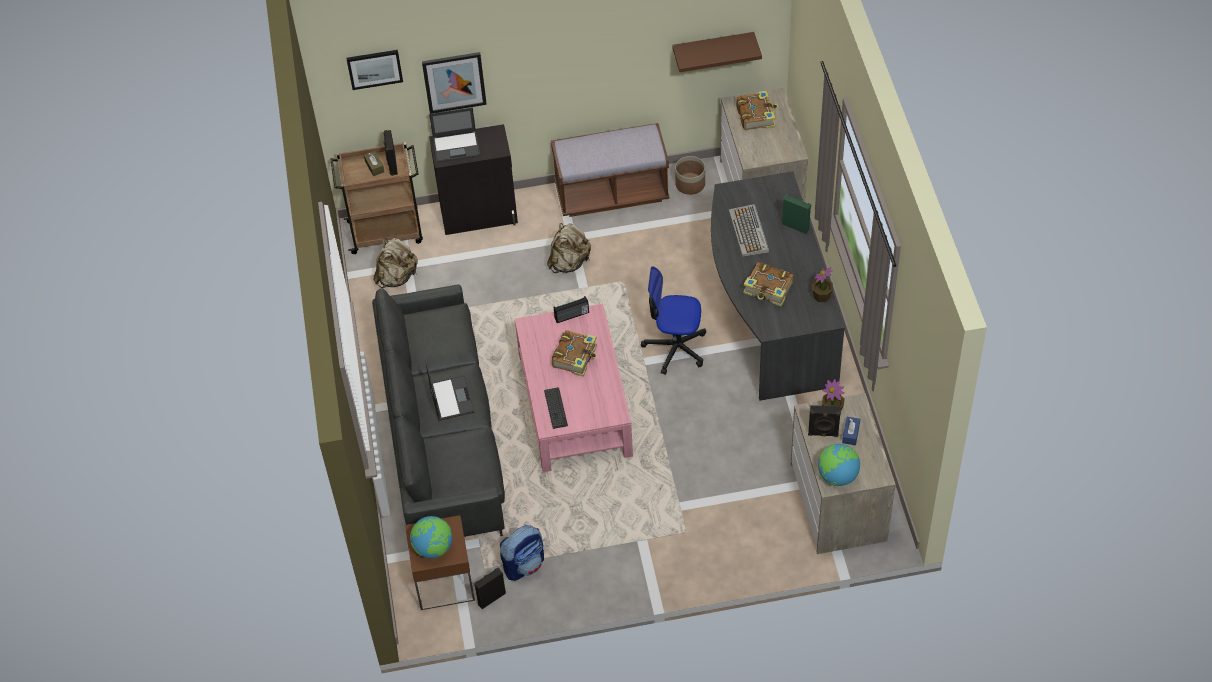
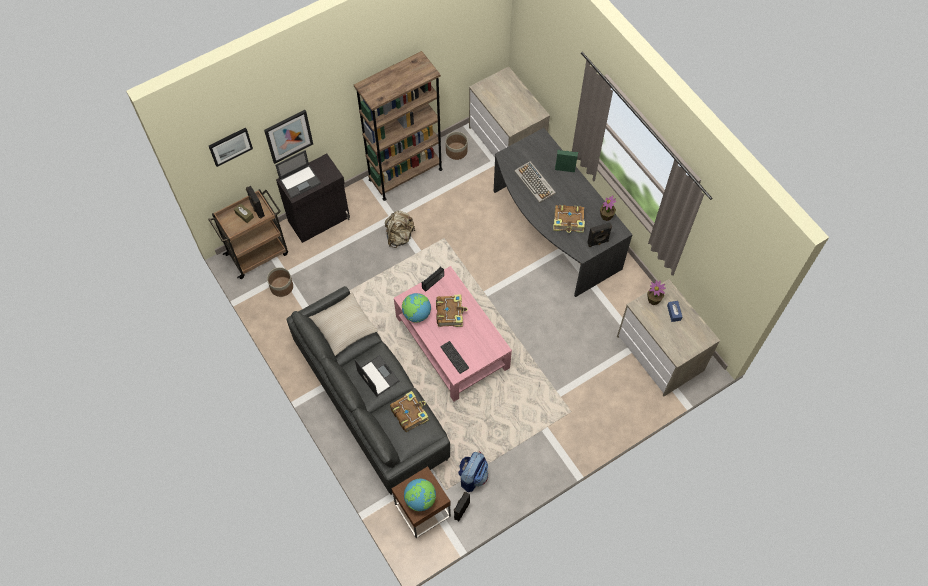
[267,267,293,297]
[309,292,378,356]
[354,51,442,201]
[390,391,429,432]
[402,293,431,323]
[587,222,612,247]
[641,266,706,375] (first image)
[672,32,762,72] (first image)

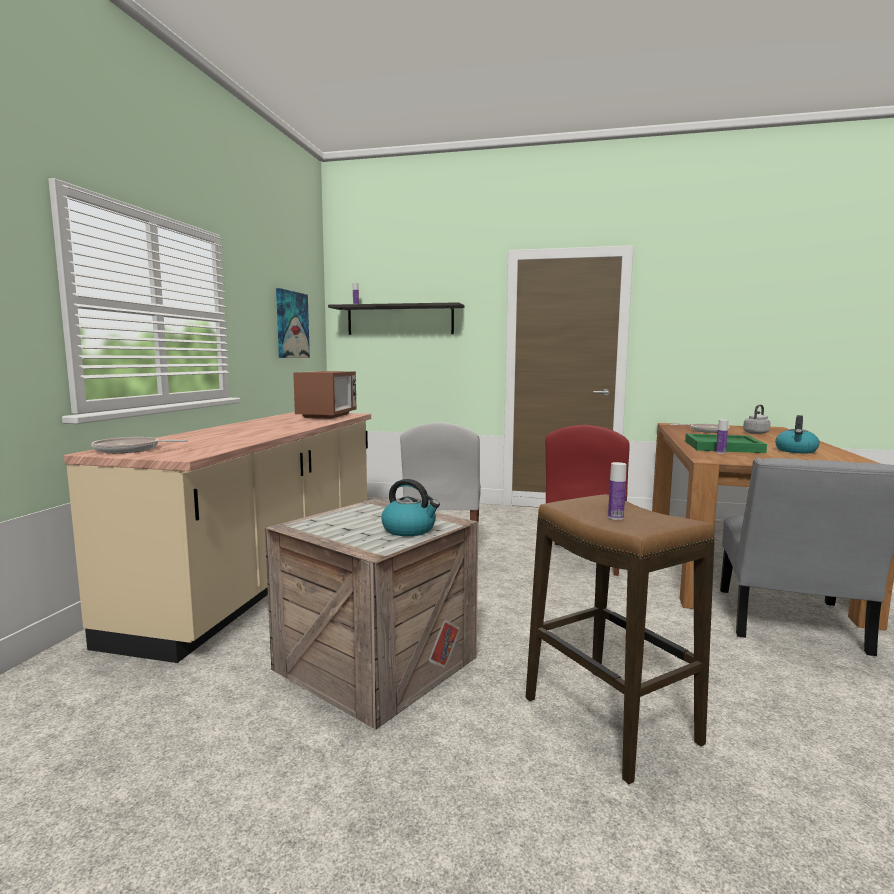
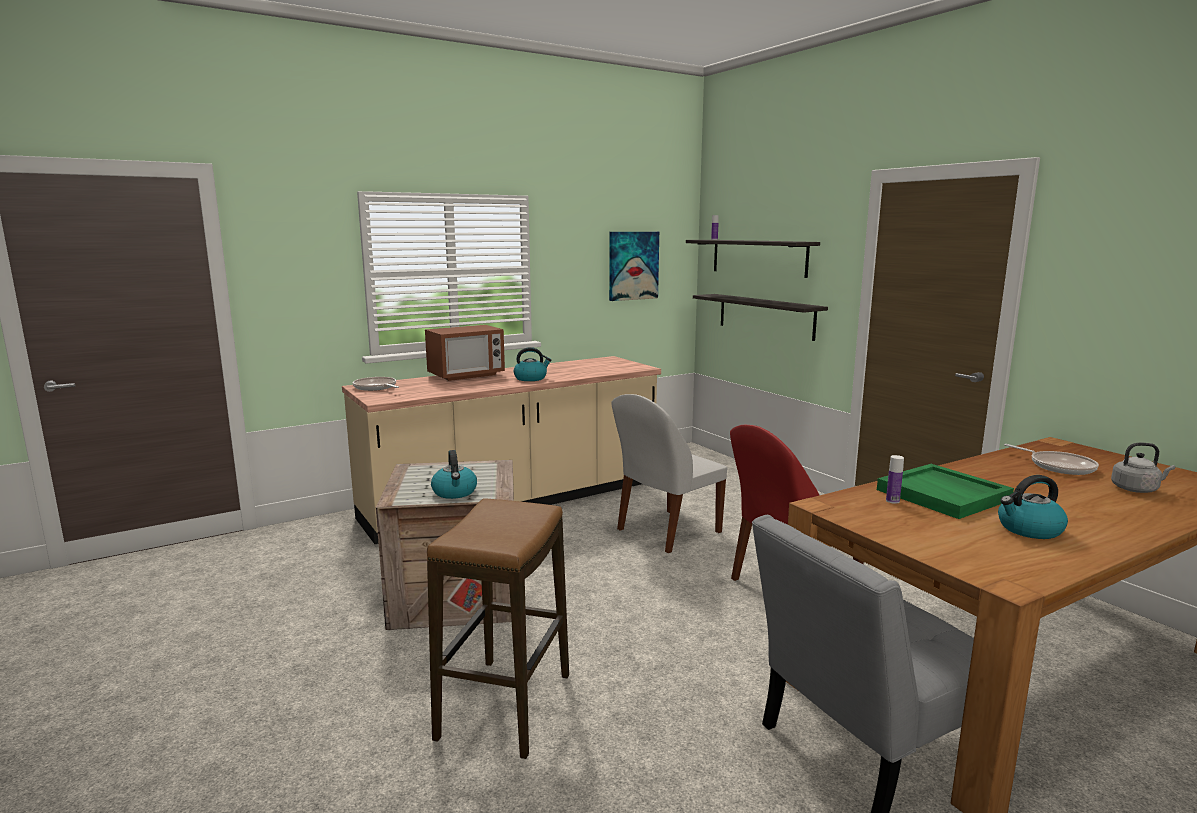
[425,325,505,381]
[514,347,551,381]
[693,294,828,341]
[608,462,627,520] (first image)

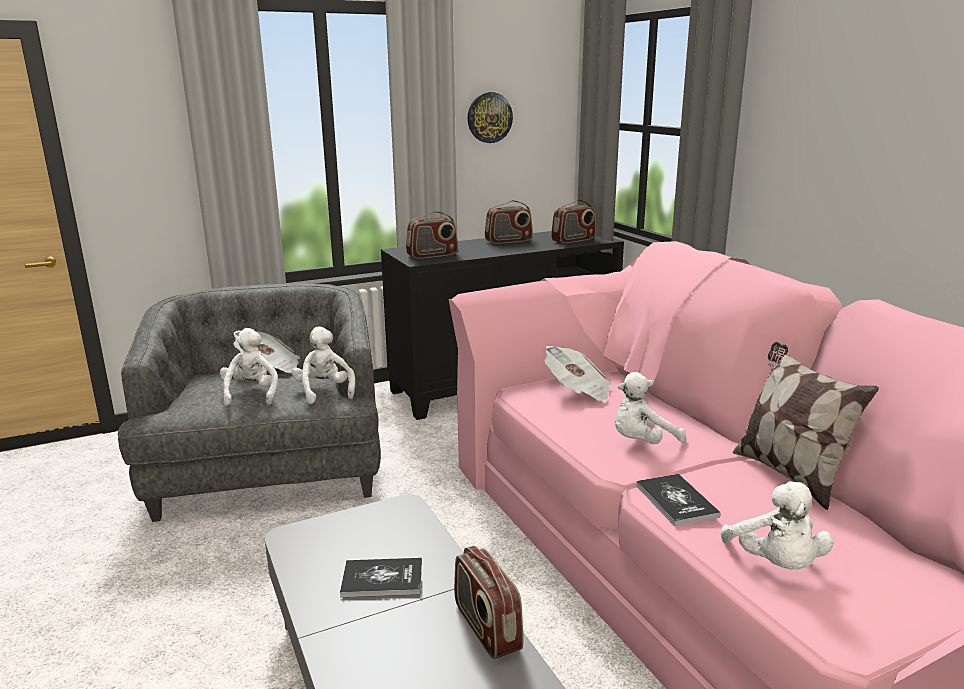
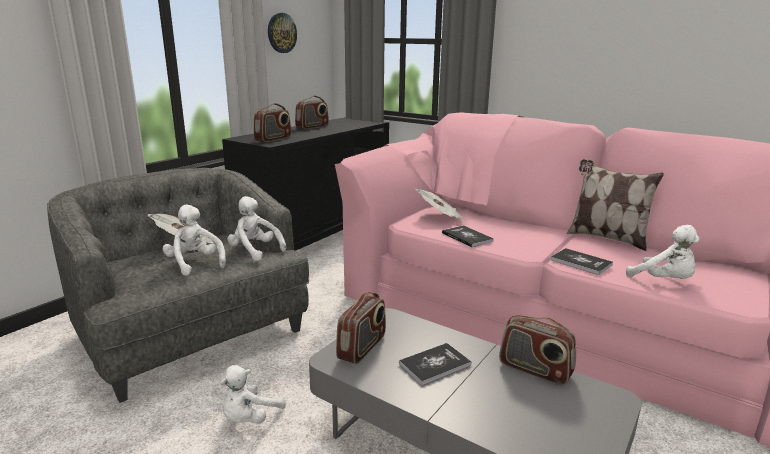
[220,365,286,424]
[336,292,386,364]
[442,225,494,247]

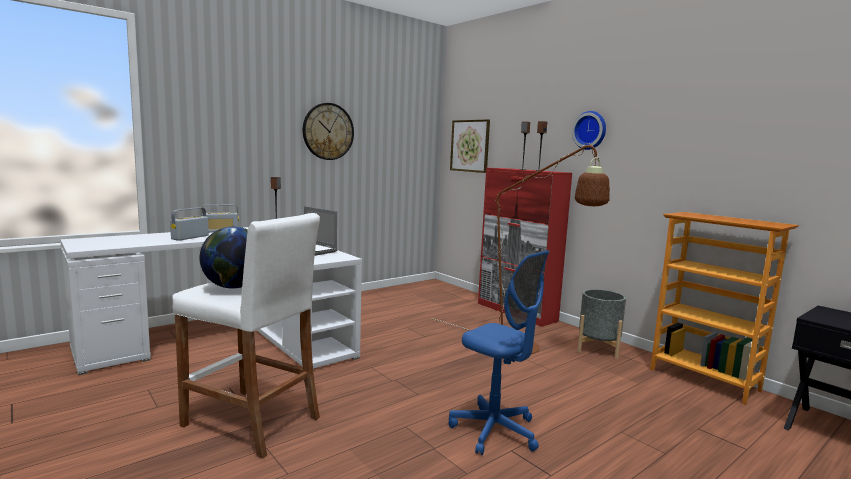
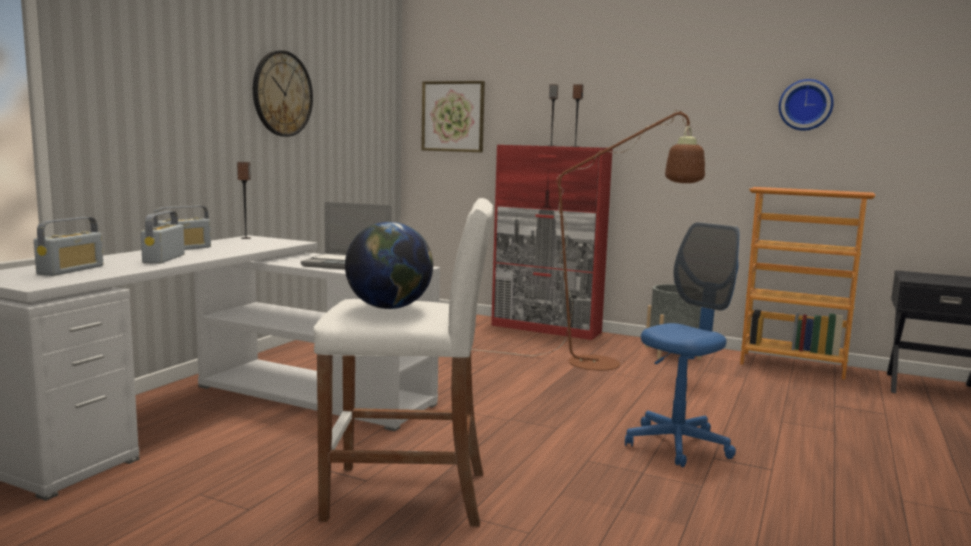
[34,217,103,276]
[625,222,739,467]
[779,79,834,131]

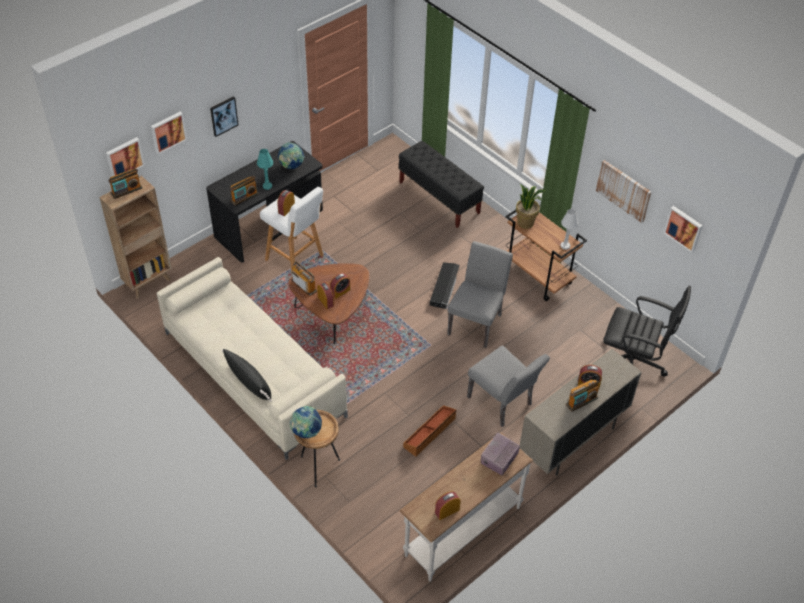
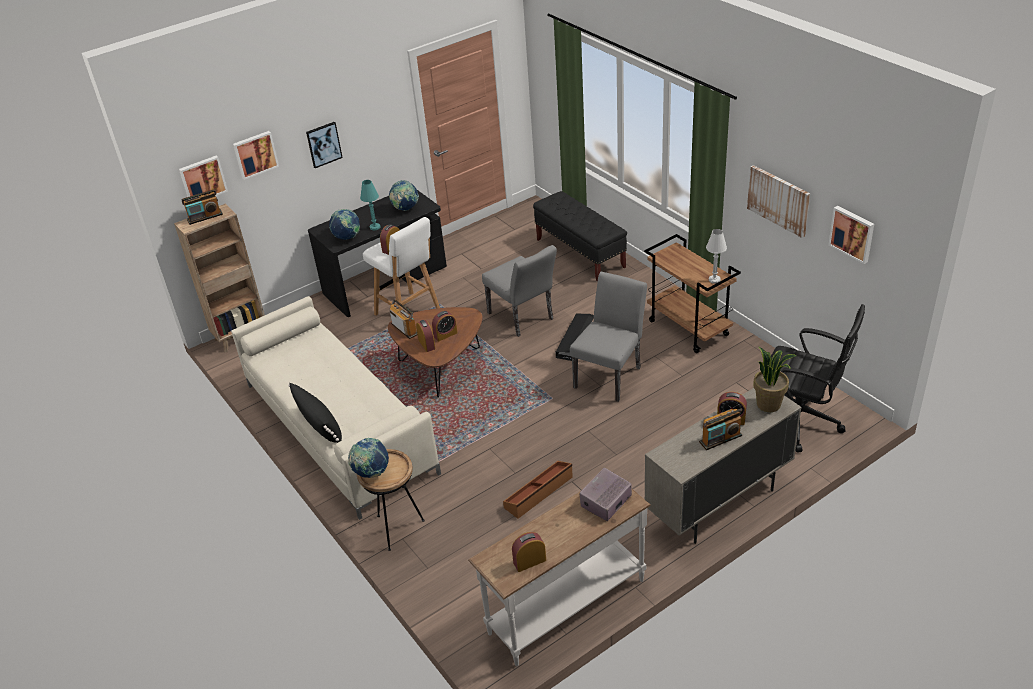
[329,209,360,240]
[482,245,557,337]
[753,347,797,412]

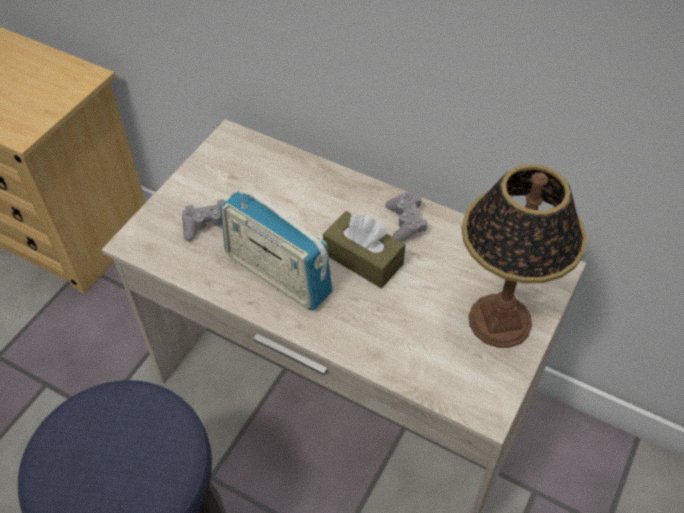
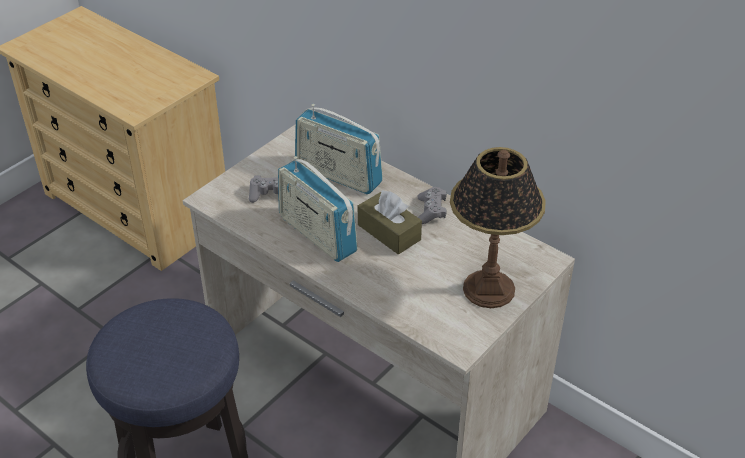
[295,104,383,194]

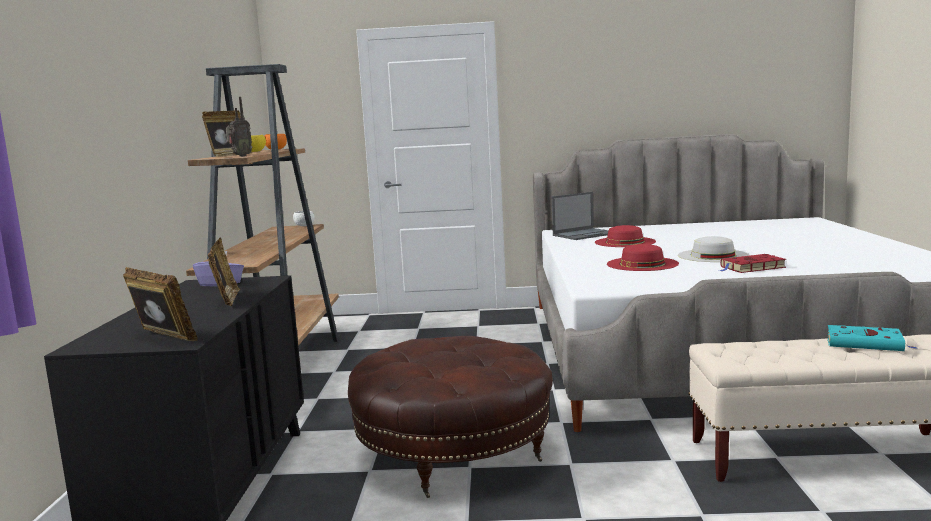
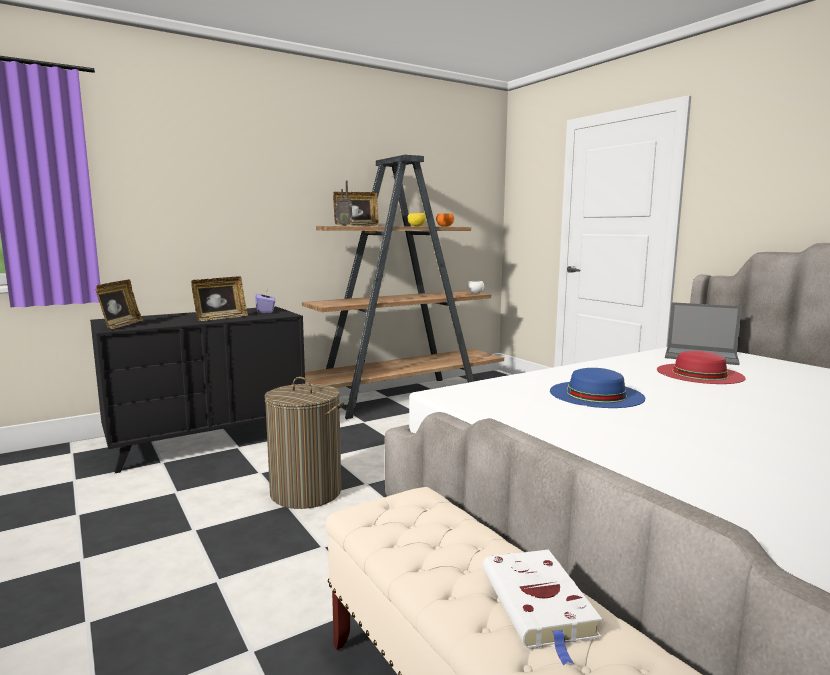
[265,377,344,509]
[483,549,602,665]
[550,368,645,408]
[678,236,750,262] (first image)
[719,254,786,273] (first image)

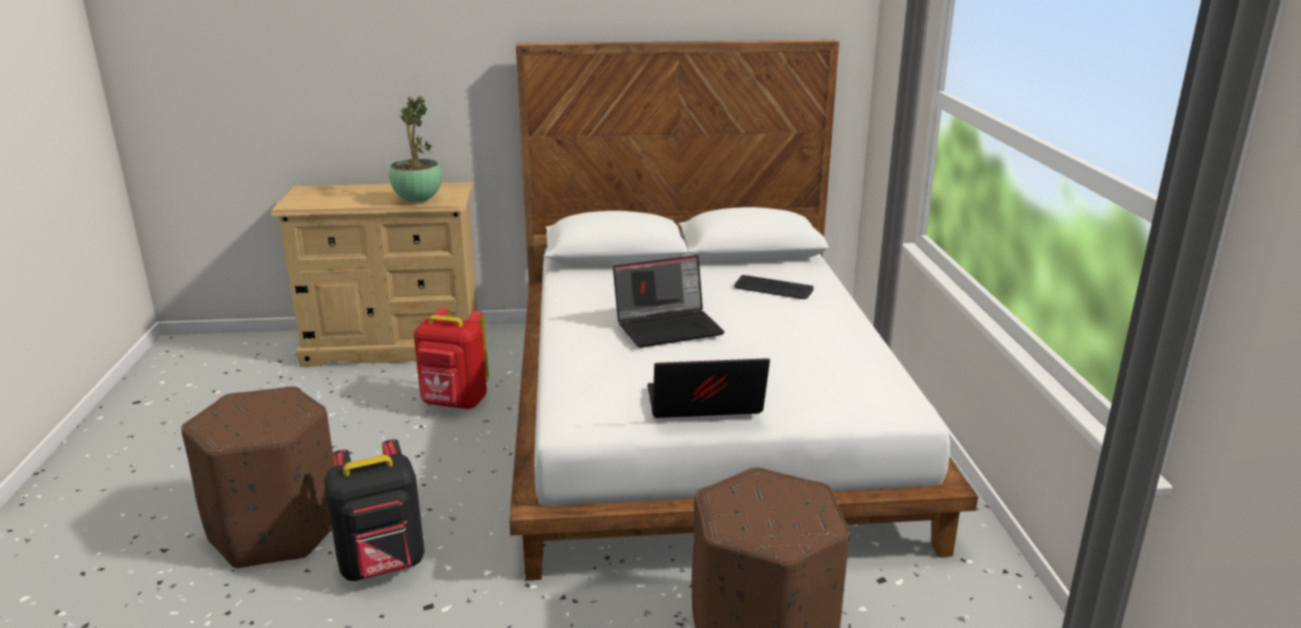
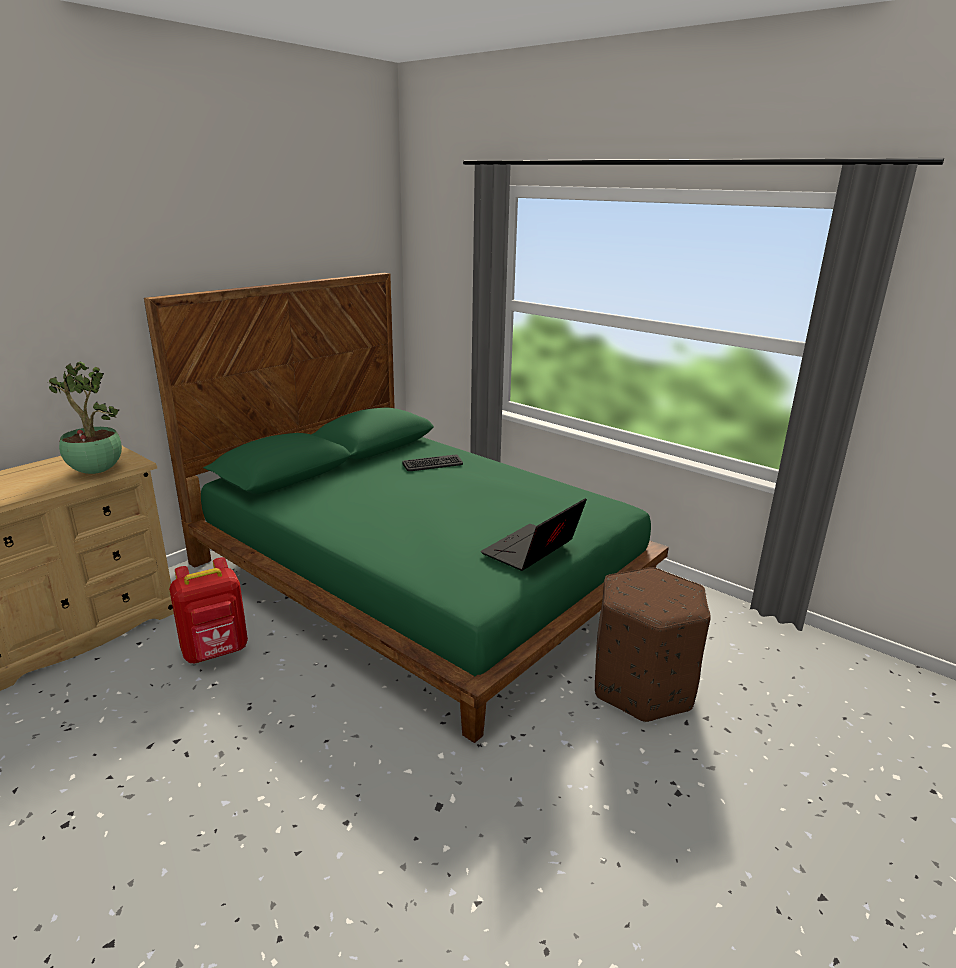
[144,273,669,743]
[181,386,334,569] (first image)
[324,439,425,581] (first image)
[613,255,725,348] (first image)

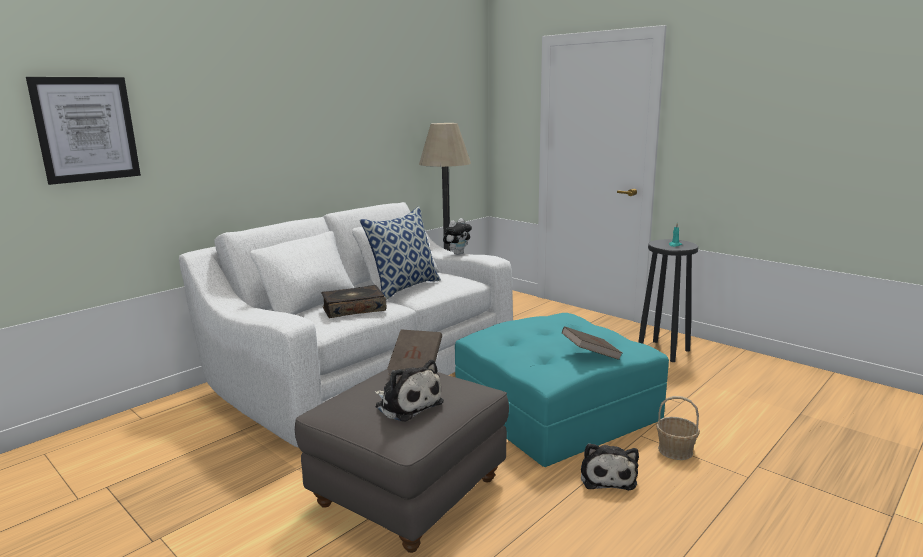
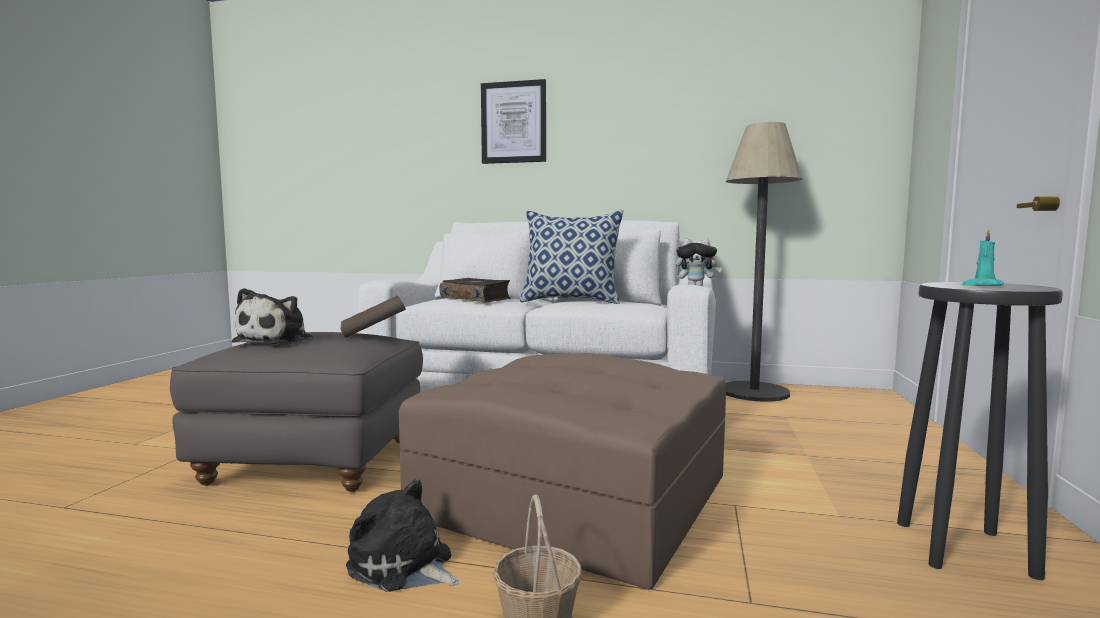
[346,479,461,592]
[399,353,726,590]
[481,79,546,164]
[562,327,622,360] (first image)

